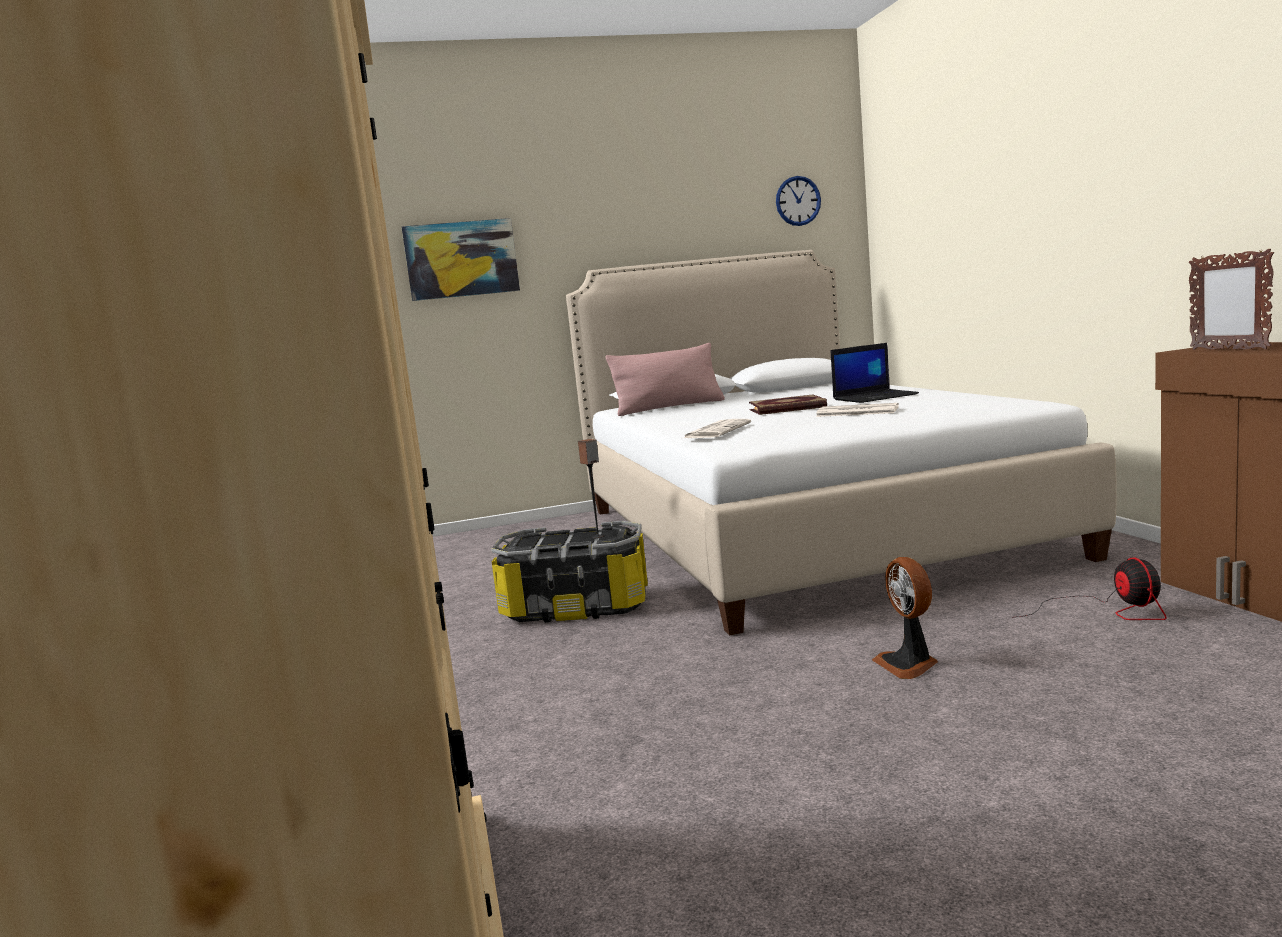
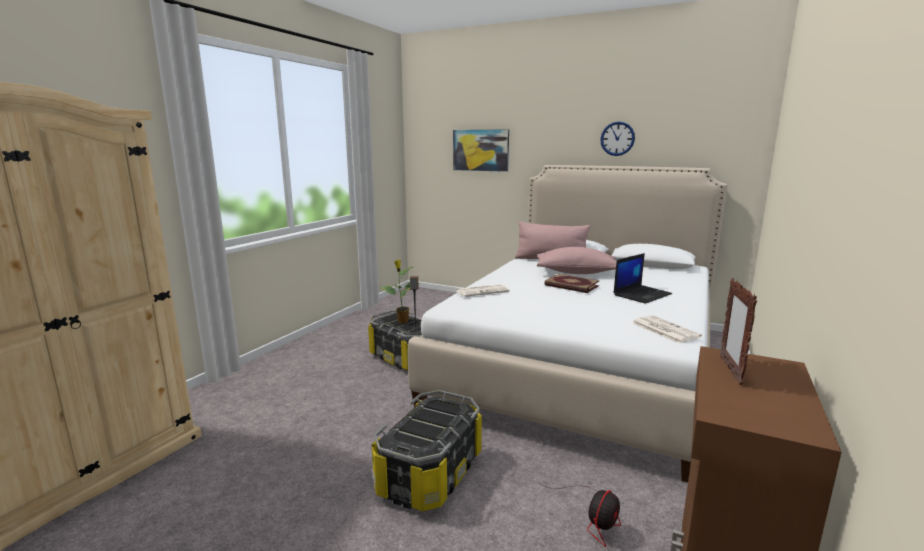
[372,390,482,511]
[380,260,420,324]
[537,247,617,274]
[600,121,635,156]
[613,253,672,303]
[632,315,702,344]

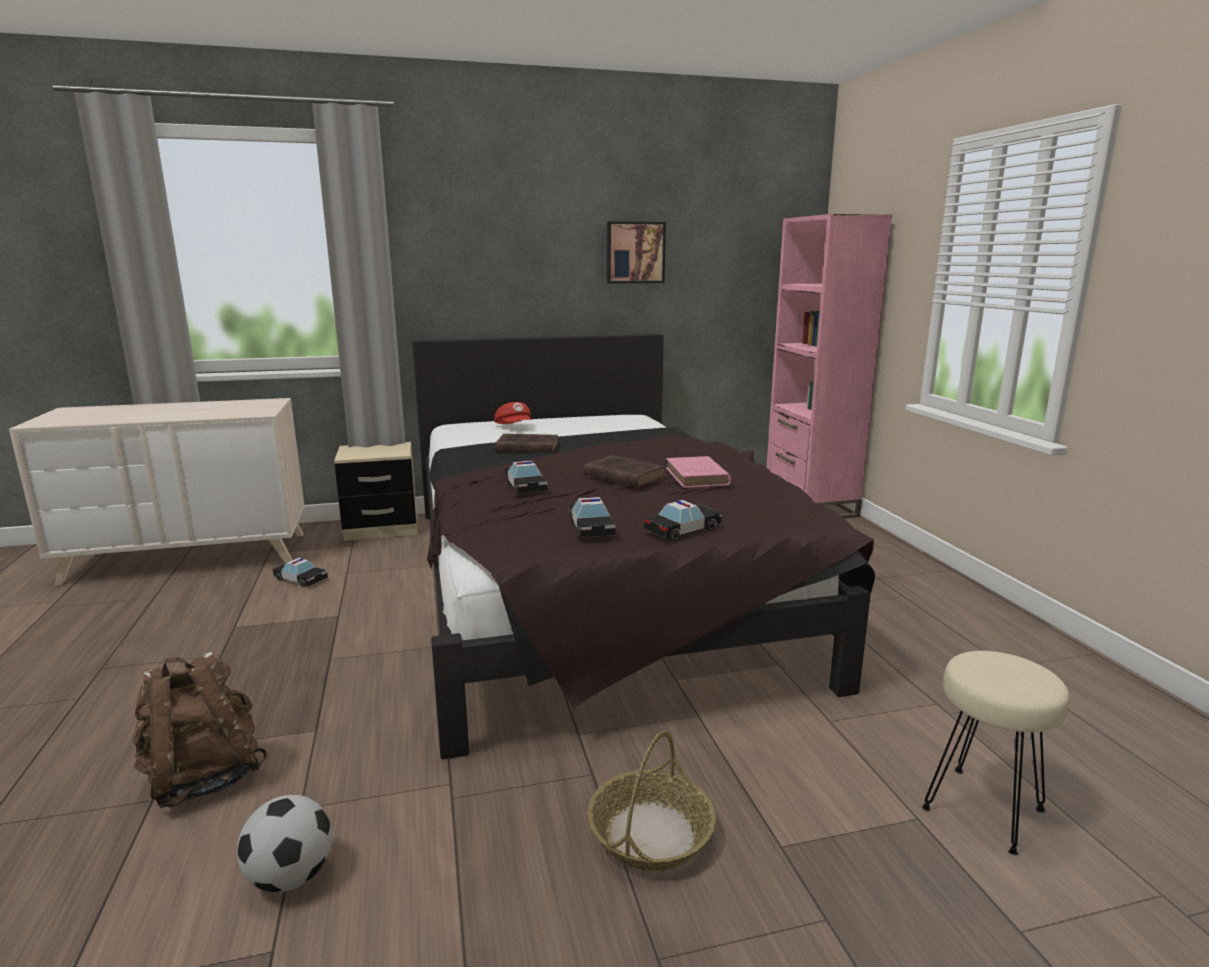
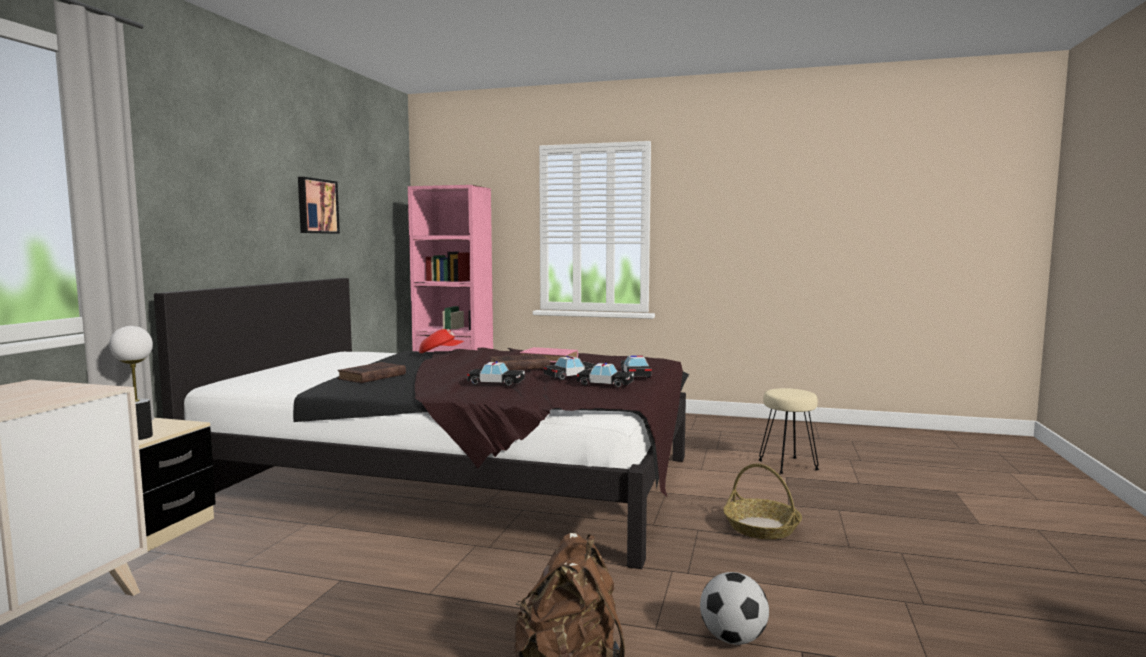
[109,326,153,440]
[419,329,464,353]
[544,356,596,380]

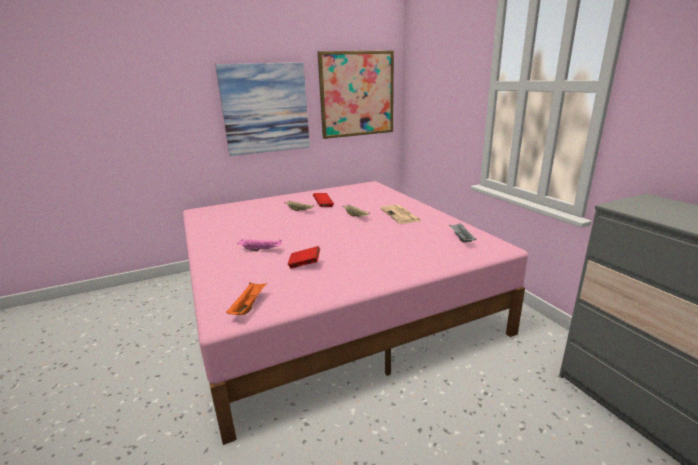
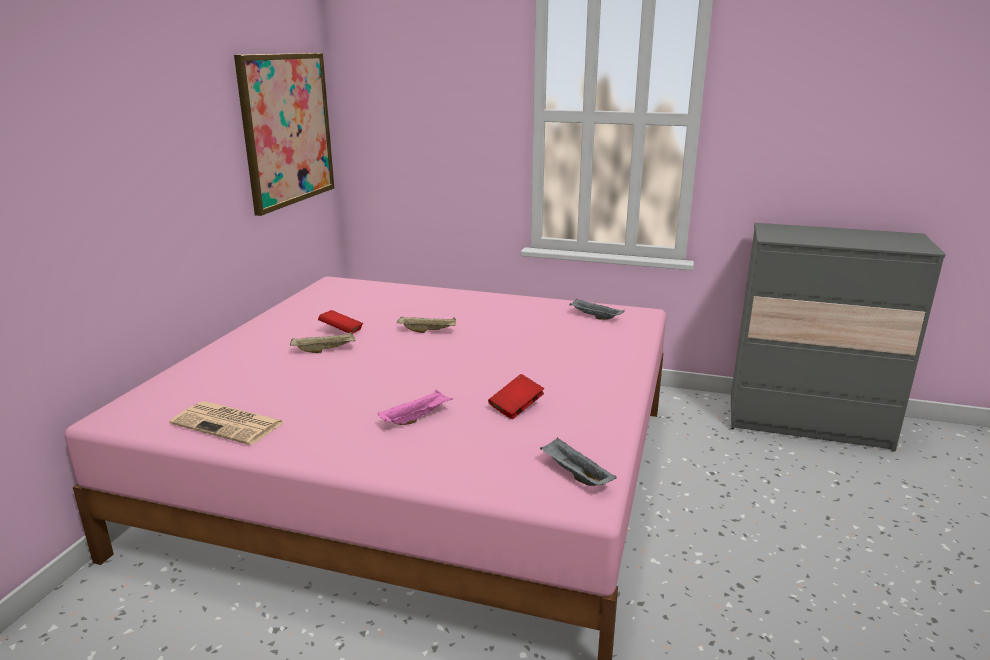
[169,401,284,445]
[540,438,617,486]
[216,62,310,156] (first image)

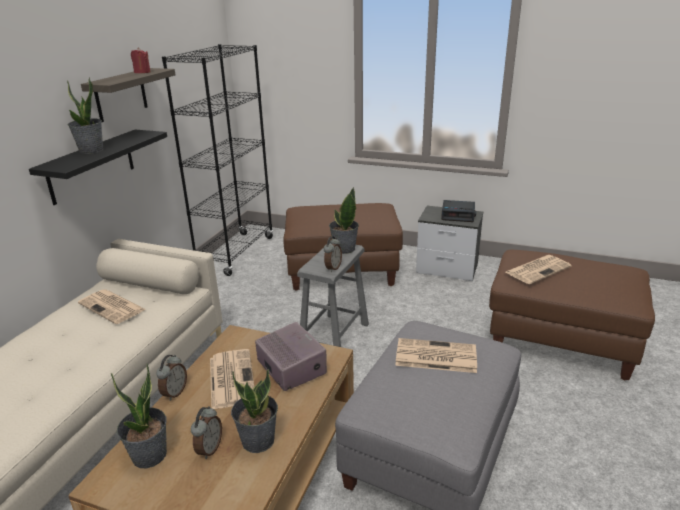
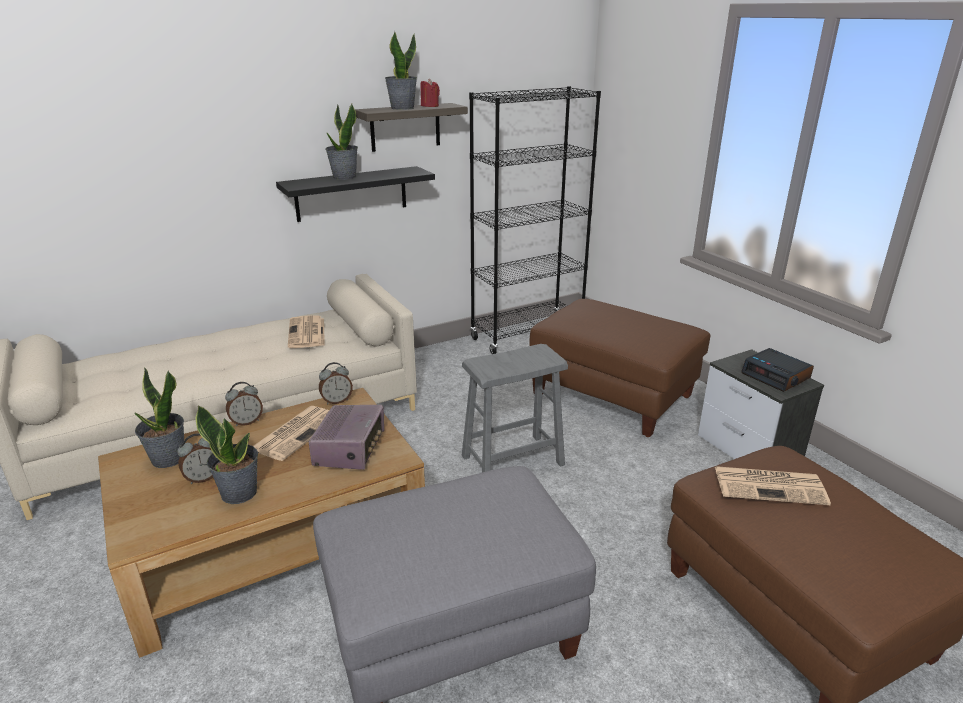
[319,362,353,405]
[385,31,417,110]
[395,338,477,373] (first image)

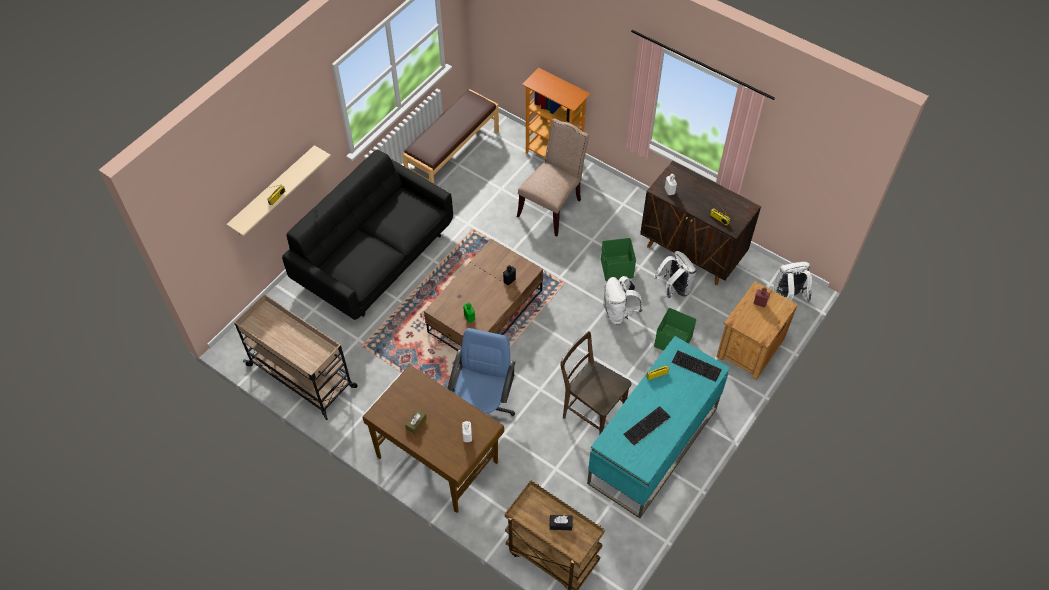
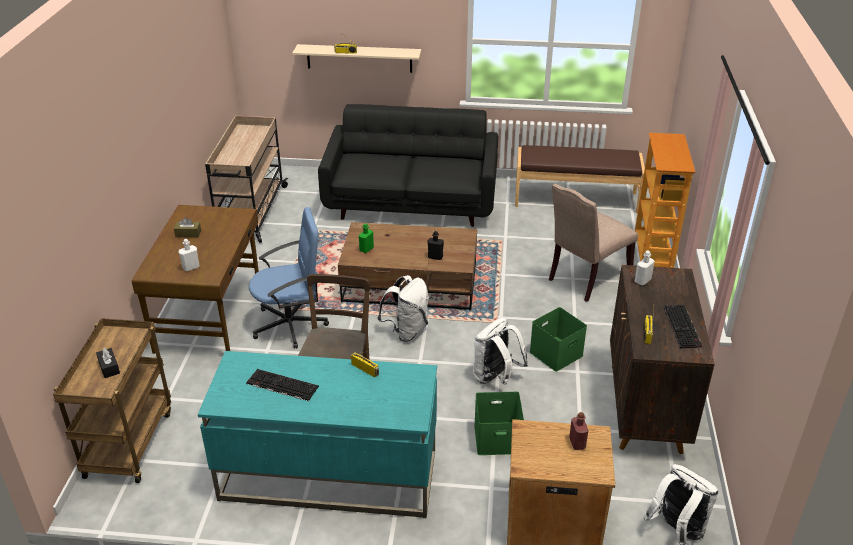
[377,275,429,342]
[549,184,638,302]
[663,305,702,348]

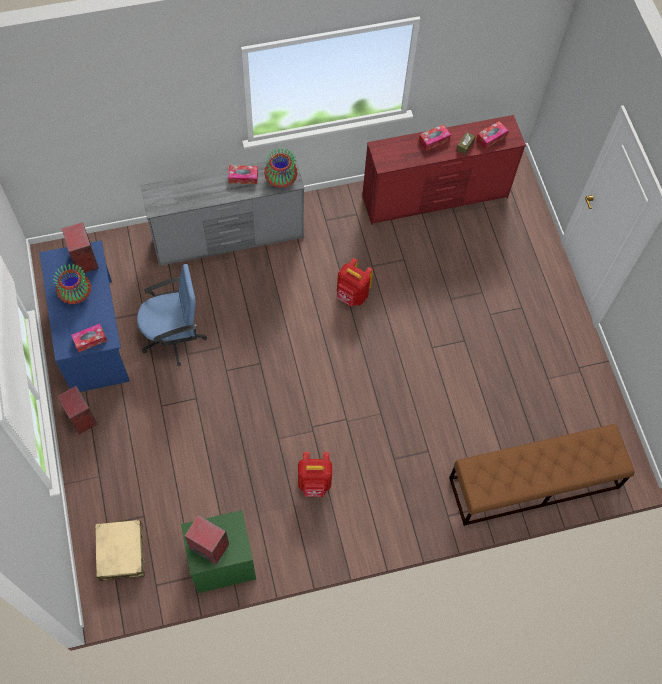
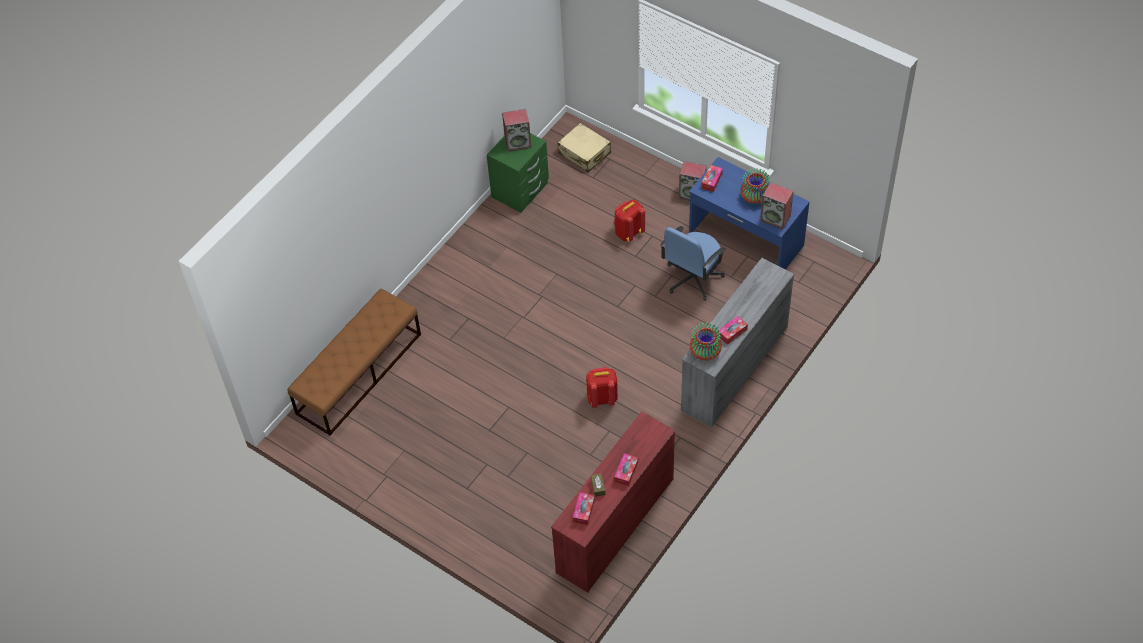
[614,199,645,242]

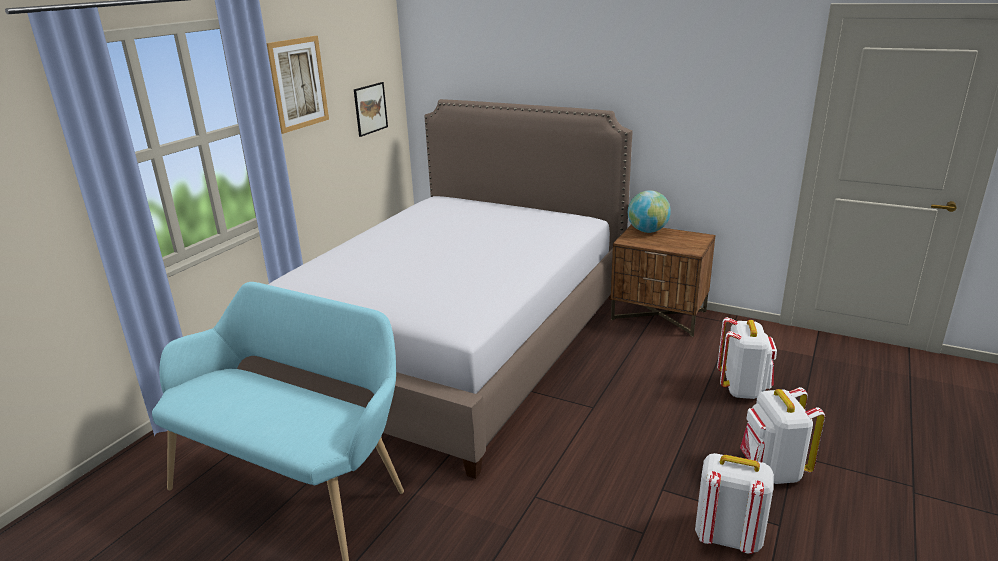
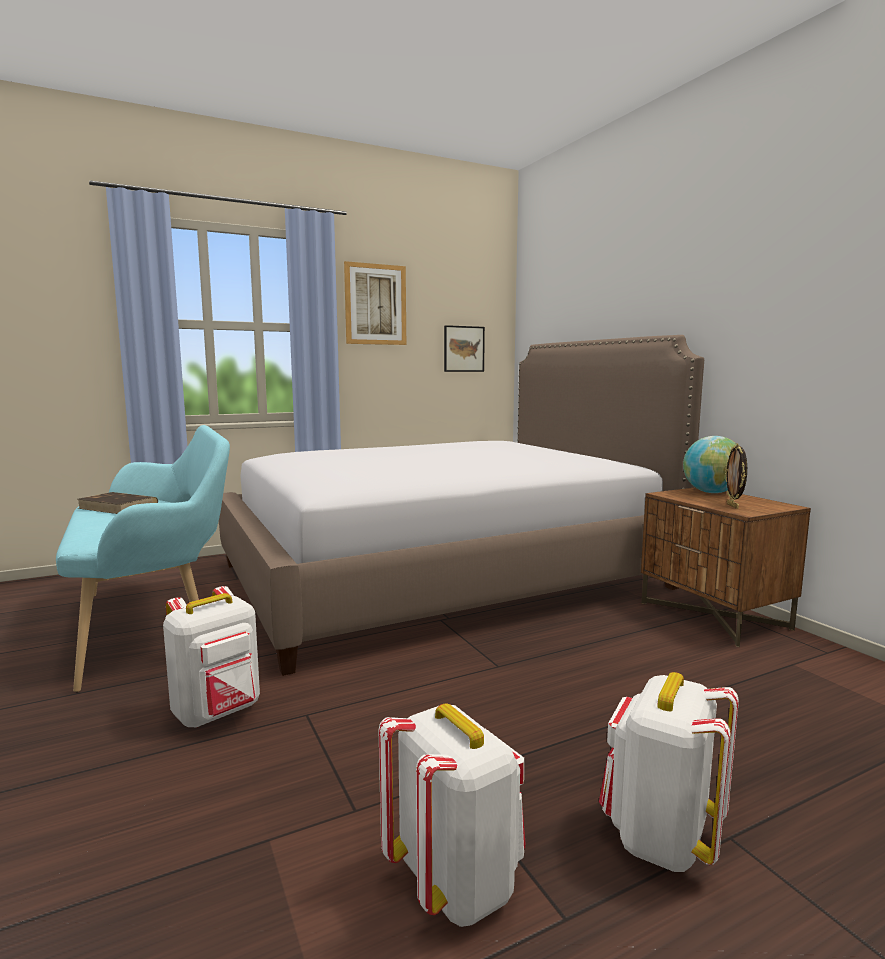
[78,492,158,514]
[163,586,260,727]
[725,443,747,509]

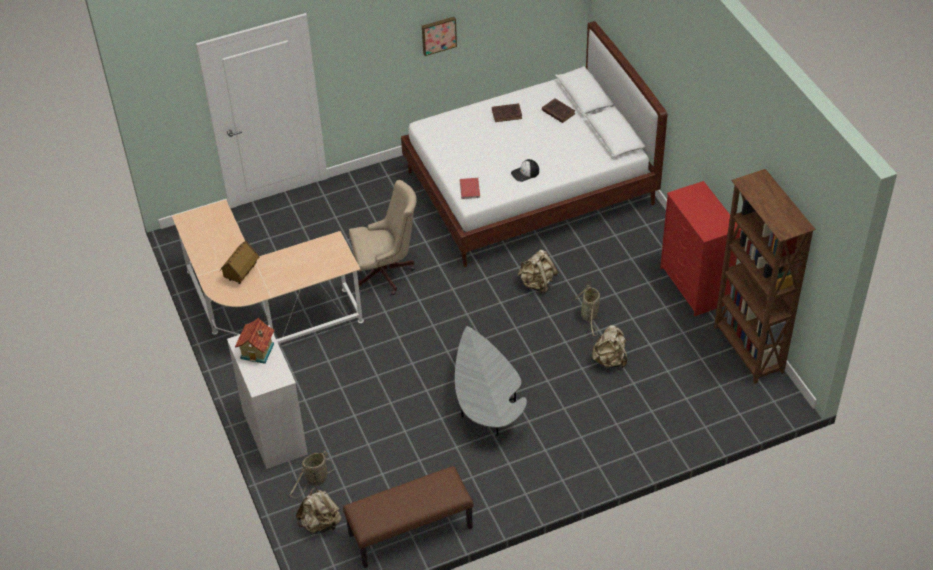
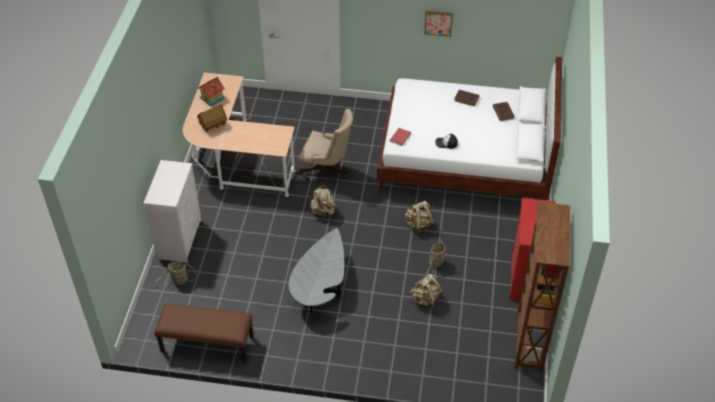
[197,77,225,106]
[309,185,336,219]

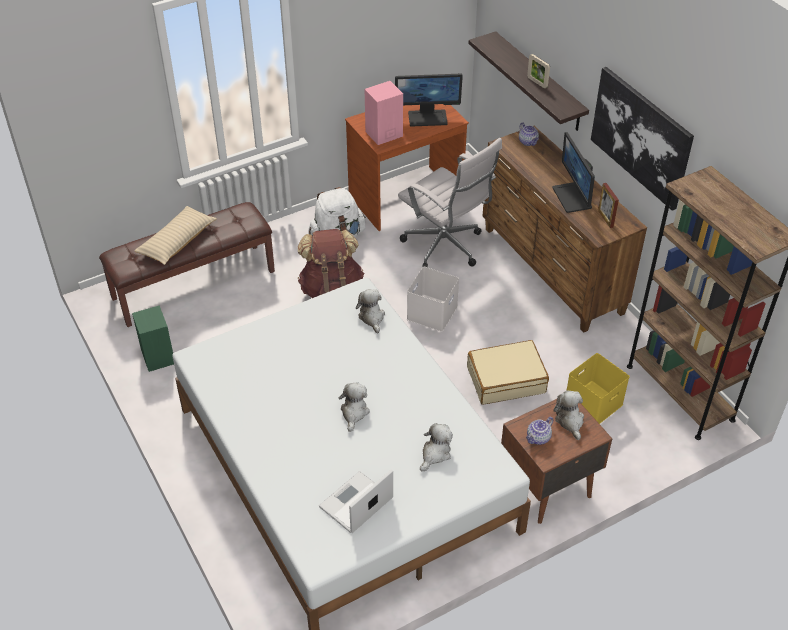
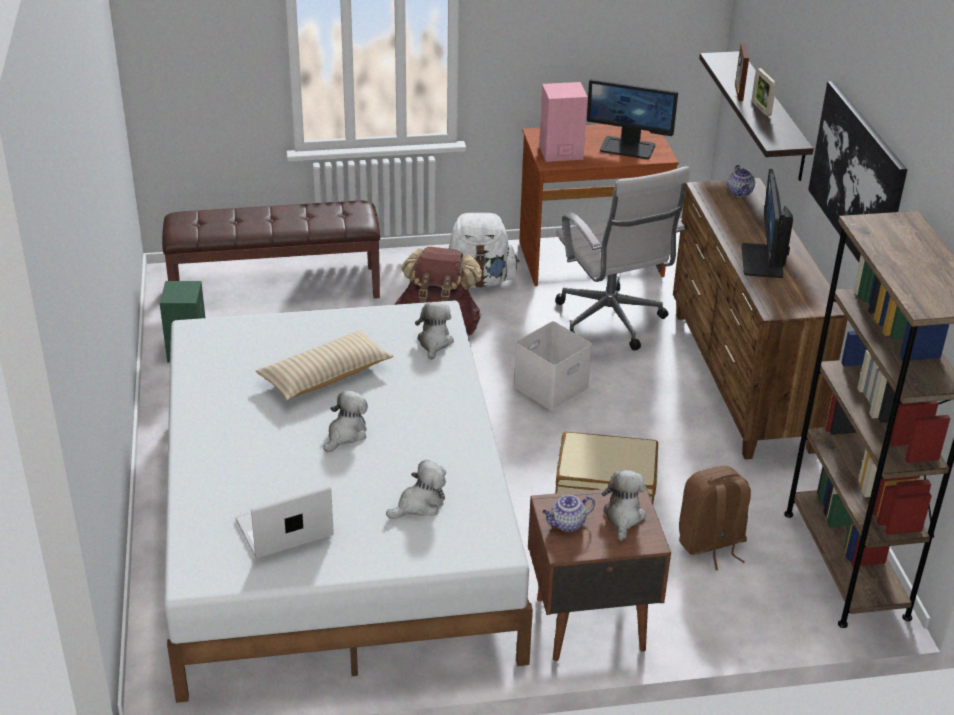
[256,330,394,400]
[679,466,751,570]
[735,43,749,101]

